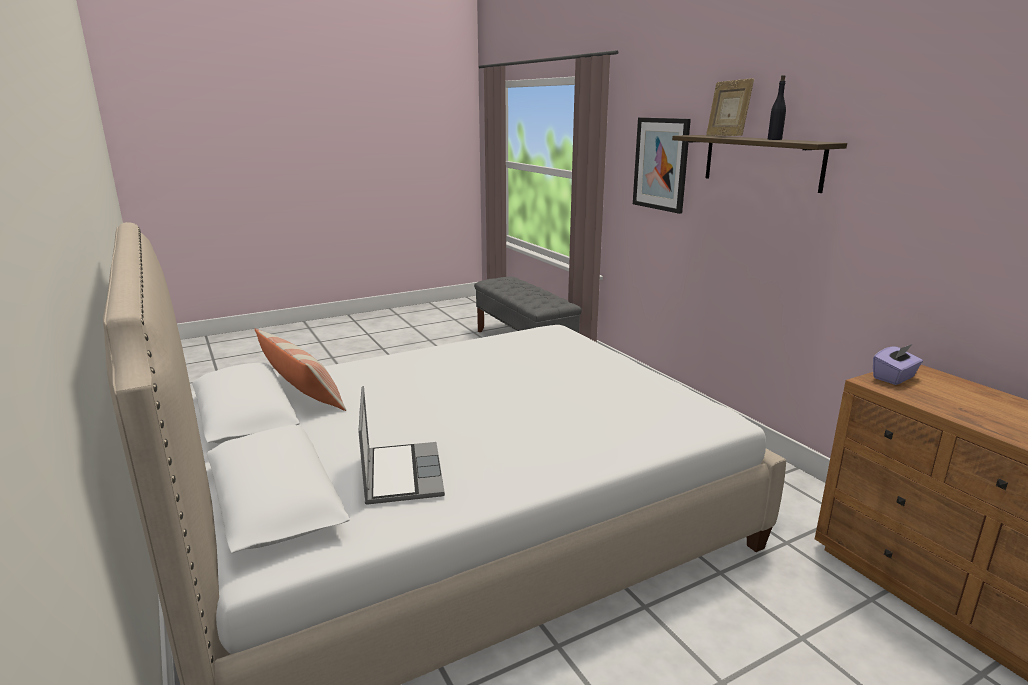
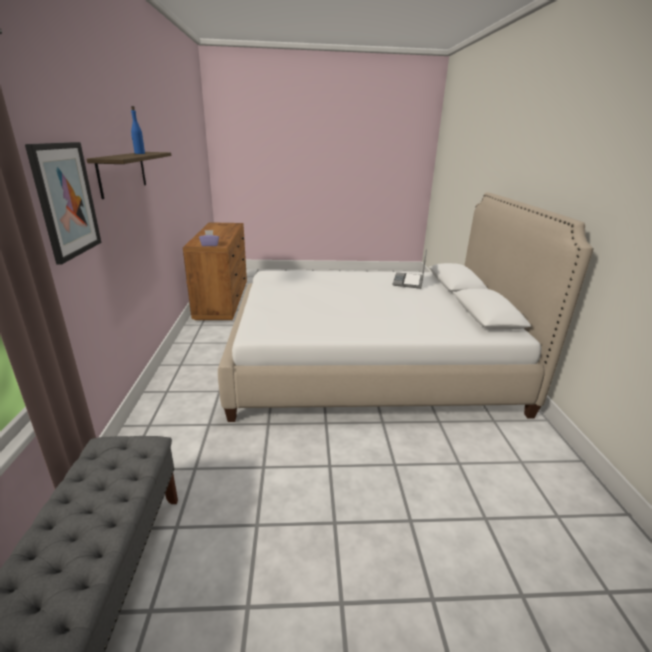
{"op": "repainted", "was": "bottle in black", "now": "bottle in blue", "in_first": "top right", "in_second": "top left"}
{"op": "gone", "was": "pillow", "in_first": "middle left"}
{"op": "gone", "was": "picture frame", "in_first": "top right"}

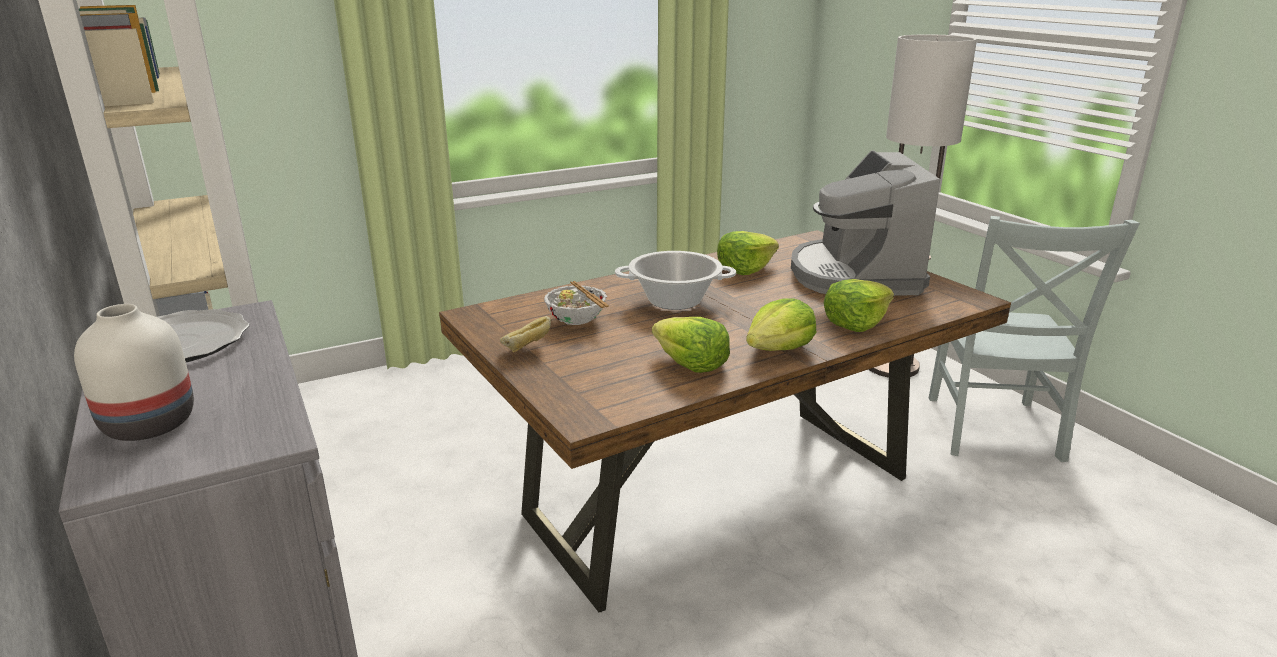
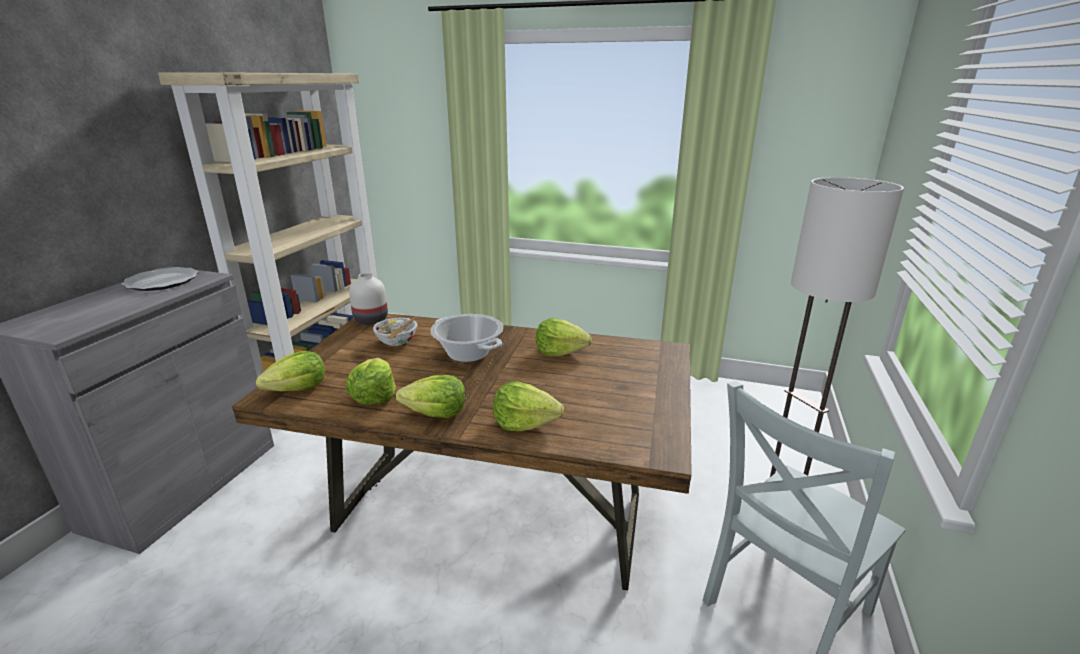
{"op": "new", "now": "lettuce (no. 1 from left)", "in_second": "middle left"}
{"op": "shifted", "was": "vase in white", "in_first": "middle left", "in_second": "centre"}
{"op": "gone", "was": "bread", "in_first": "centre"}
{"op": "gone", "was": "coffee machine", "in_first": "middle right"}

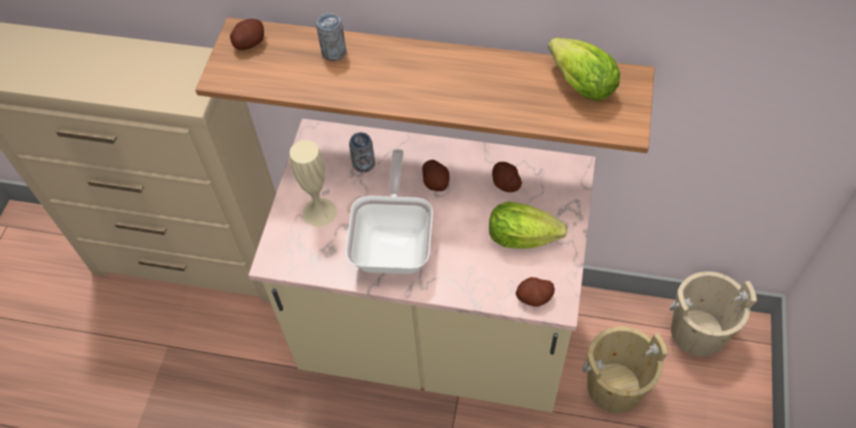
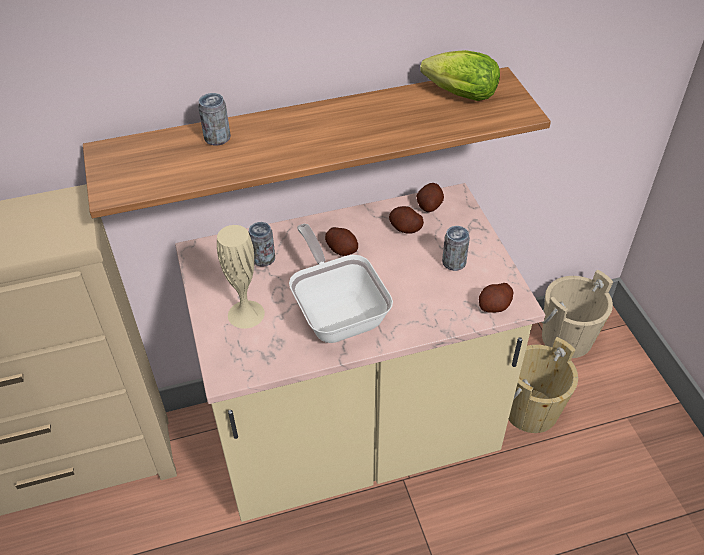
{"op": "shifted", "was": "potato (no. 1 from left in the first image)", "now": "potato (no. 3 from left)", "in_first": "top left", "in_second": "centre"}
{"op": "swapped", "was": "lettuce (no. 1 from left)", "now": "can (no. 3 from left)", "in_first": "centre", "in_second": "centre"}

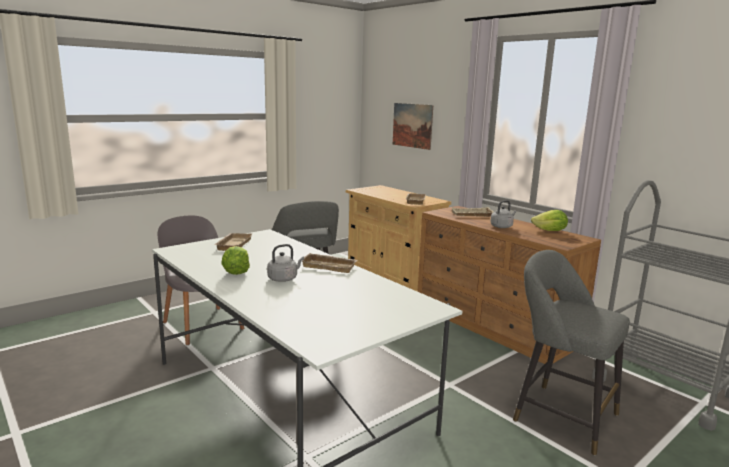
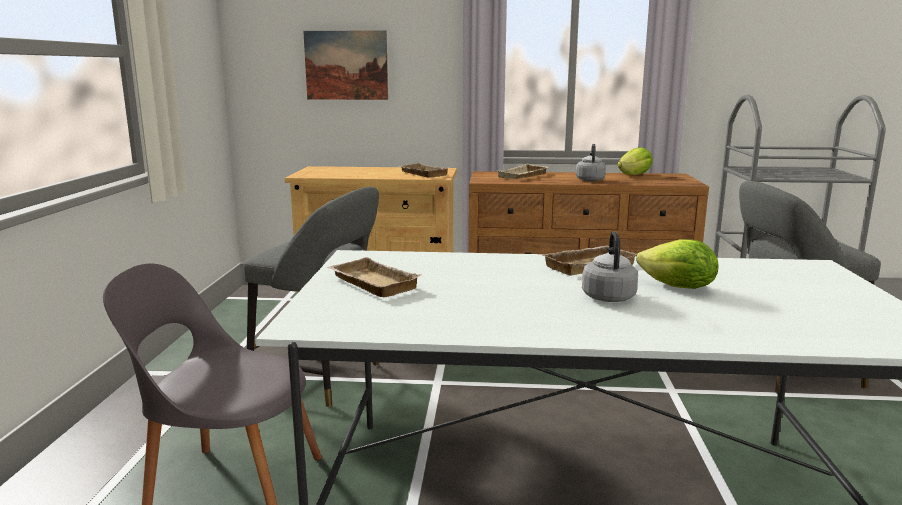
{"op": "shifted", "was": "lettuce (no. 1 from left in the first image)", "now": "lettuce (no. 2 from left)", "in_first": "middle left", "in_second": "middle right"}

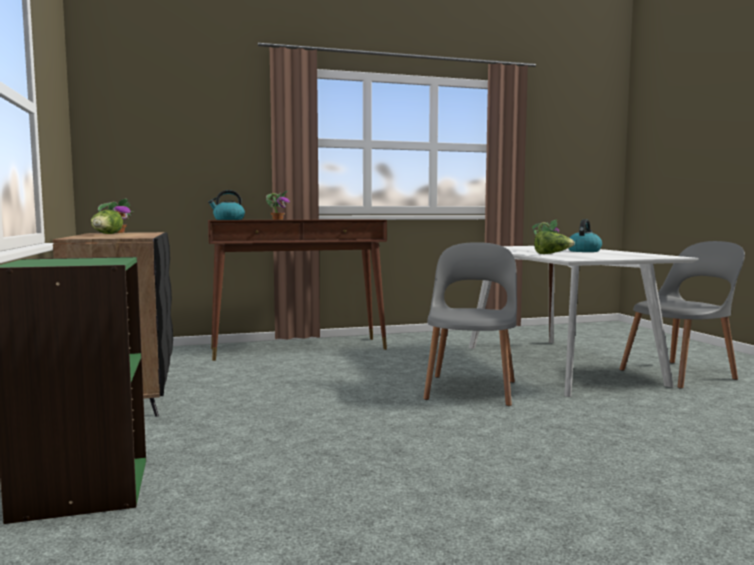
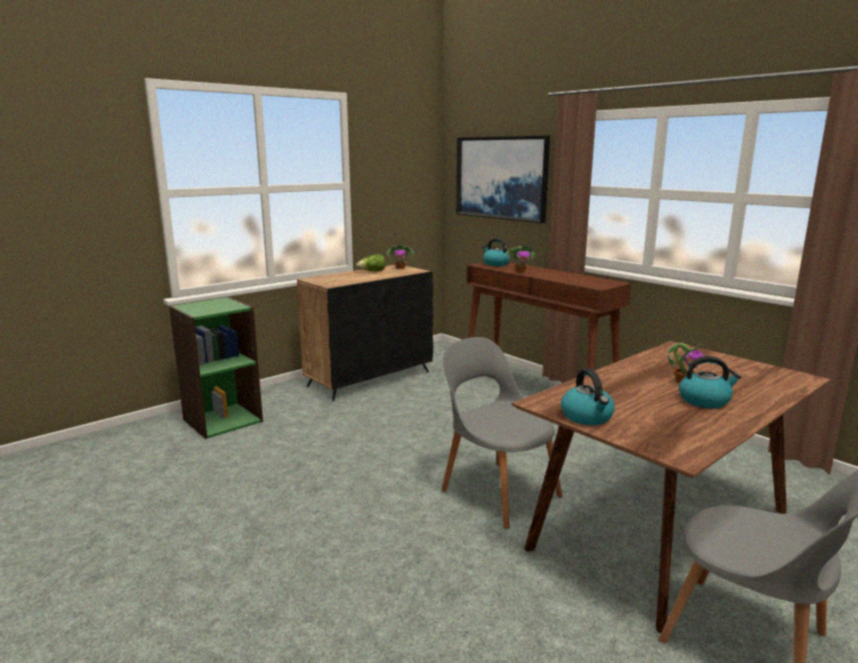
{"op": "rotated", "was": "chair in grey (no. 1 from left)", "in_first": "centre", "in_second": "centre", "clockwise": -120}
{"op": "new", "now": "picture", "in_second": "top centre"}
{"op": "repainted", "was": "dining table in white", "now": "dining table in brown", "in_first": "middle right", "in_second": "bottom right"}
{"op": "new", "now": "kettle (no. 2 from left)", "in_second": "middle right"}
{"op": "gone", "was": "lettuce (no. 2 from left)", "in_first": "middle right"}

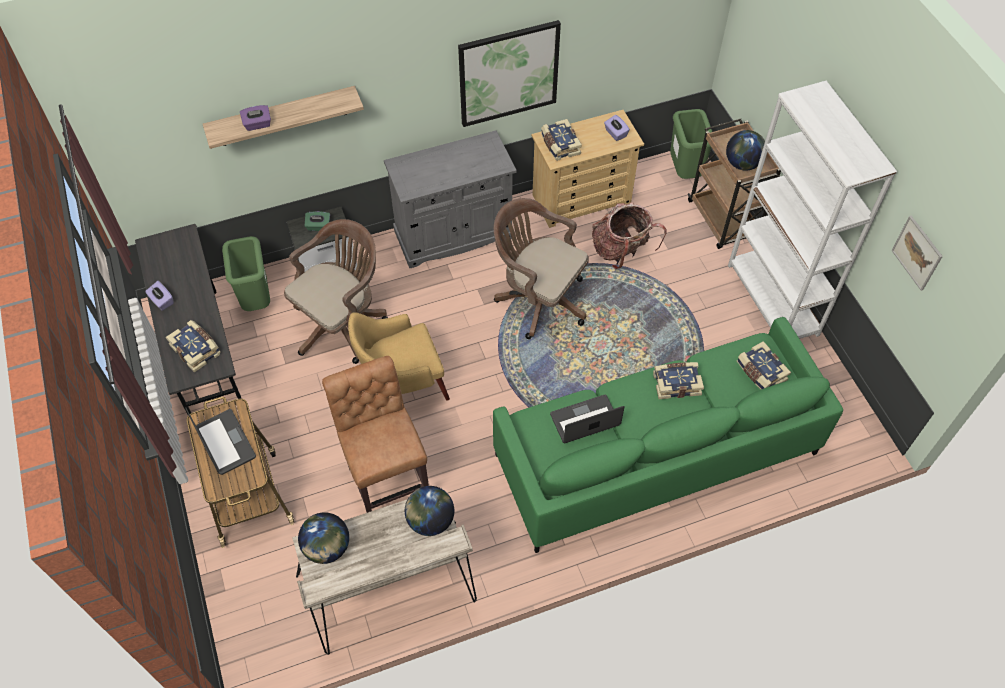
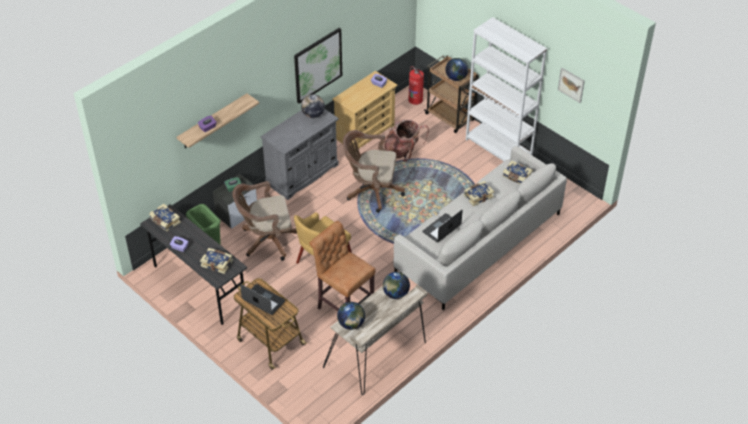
{"op": "shifted", "was": "book (no. 2 from left in the first image)", "now": "book (no. 1 from left)", "in_first": "top centre", "in_second": "middle left"}
{"op": "rotated", "was": "office chair in brown (no. 1 from left)", "in_first": "centre", "in_second": "centre", "clockwise": -120}
{"op": "new", "now": "globe (no. 1 from left)", "in_second": "top centre"}
{"op": "repainted", "was": "sofa in green", "now": "sofa in grey", "in_first": "centre", "in_second": "centre"}
{"op": "swapped", "was": "trash can in green (no. 2 from left)", "now": "fire extinguisher", "in_first": "top right", "in_second": "top centre"}

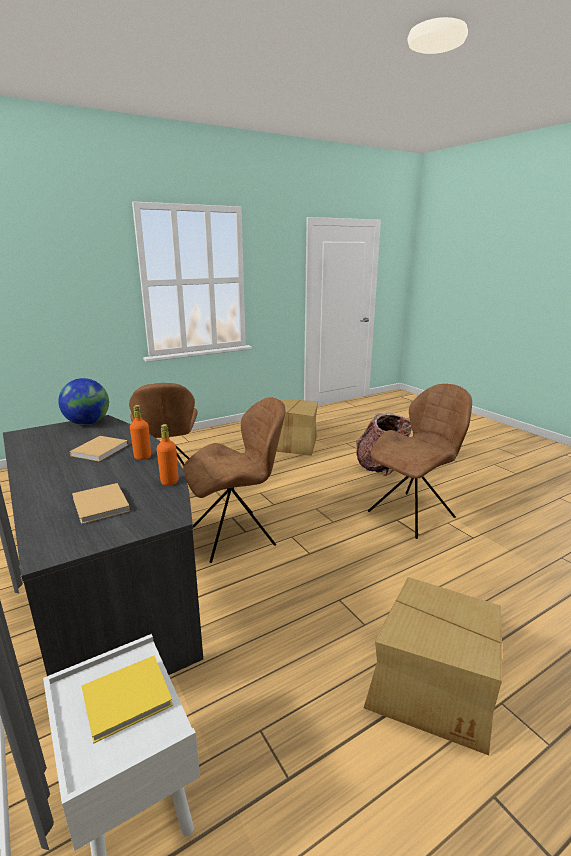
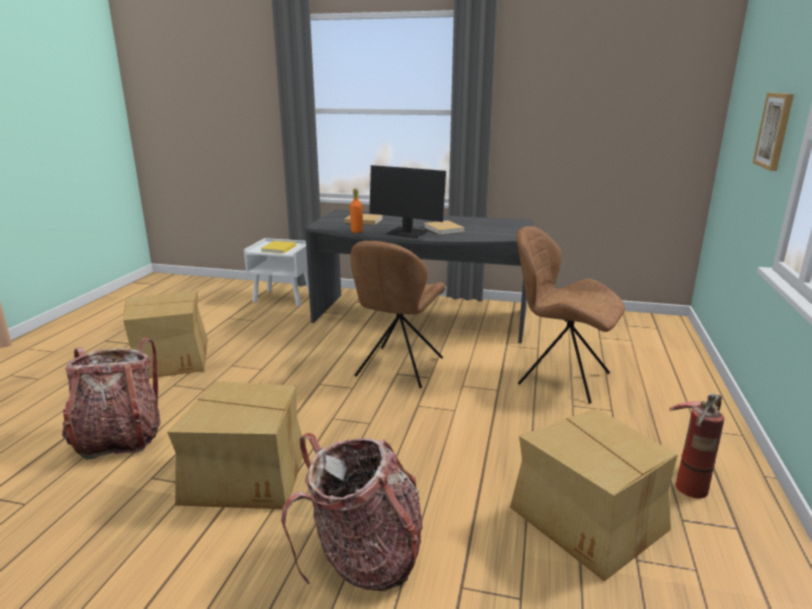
{"op": "new", "now": "backpack (no. 1 from left)", "in_second": "middle left"}
{"op": "swapped", "was": "chair in brown (no. 3 from left)", "now": "cardboard box (no. 2 from left)", "in_first": "middle right", "in_second": "bottom left"}
{"op": "swapped", "was": "bottle in orange (no. 1 from left)", "now": "monitor", "in_first": "middle left", "in_second": "top centre"}
{"op": "new", "now": "fire extinguisher", "in_second": "bottom right"}
{"op": "new", "now": "picture", "in_second": "top right"}
{"op": "gone", "was": "globe", "in_first": "middle left"}

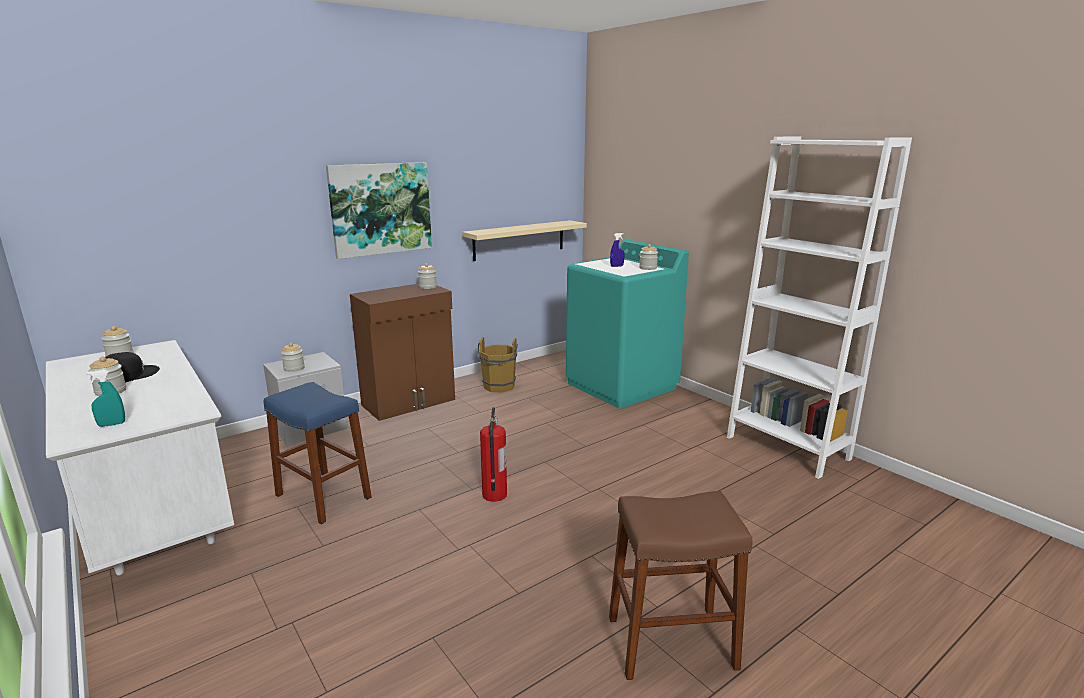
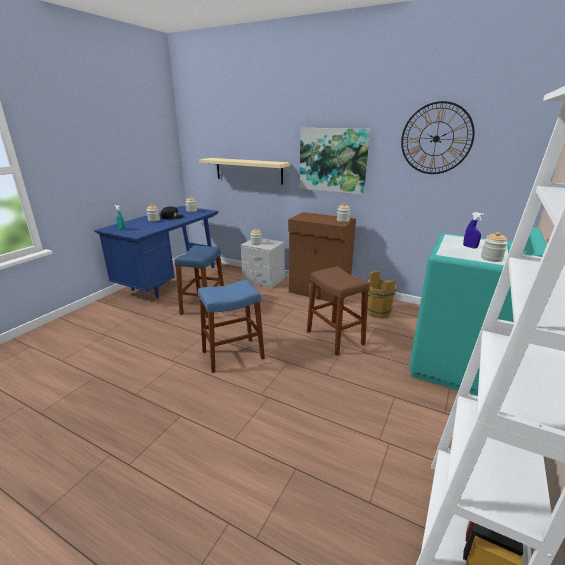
{"op": "repainted", "was": "desk in white", "now": "desk in blue", "in_first": "middle left", "in_second": "middle left"}
{"op": "swapped", "was": "fire extinguisher", "now": "stool in blue (no. 2 from left)", "in_first": "centre", "in_second": "centre"}
{"op": "shifted", "was": "shelf in beige", "in_first": "centre", "in_second": "top centre"}
{"op": "shifted", "was": "stool in brown", "in_first": "bottom centre", "in_second": "centre"}
{"op": "new", "now": "wall clock", "in_second": "top right"}

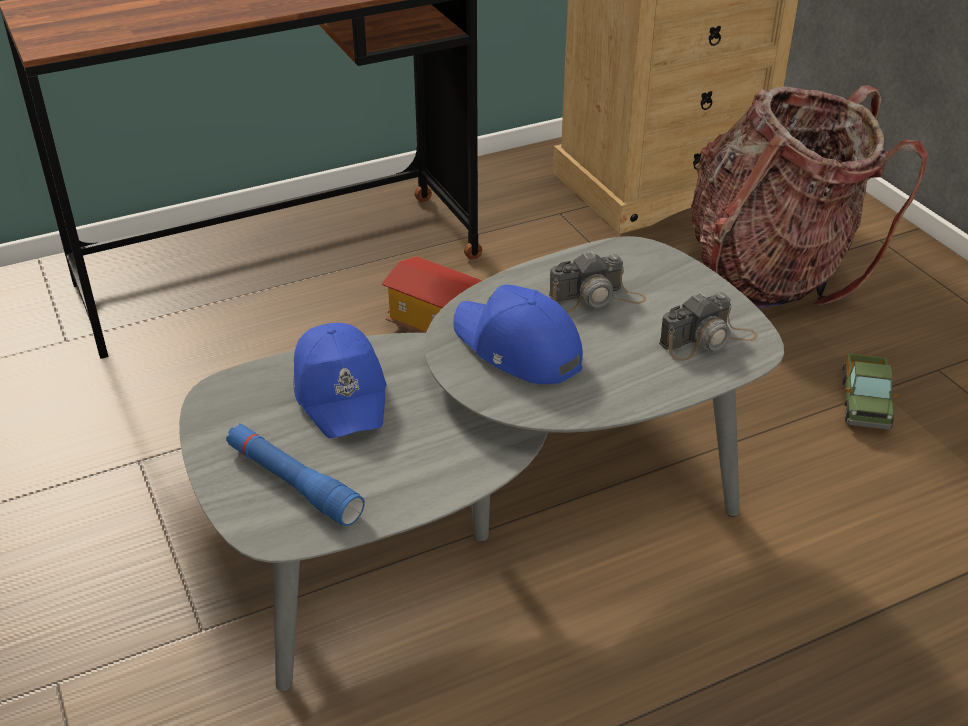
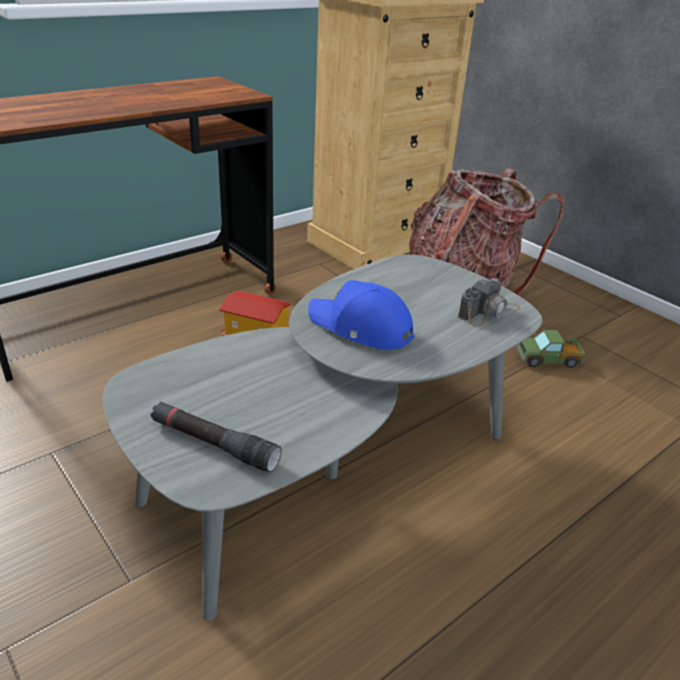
{"op": "repainted", "was": "flashlight in blue", "now": "flashlight in black", "in_first": "middle left", "in_second": "middle left"}
{"op": "rotated", "was": "toy truck", "in_first": "middle right", "in_second": "middle right", "clockwise": 90}
{"op": "gone", "was": "cap in blue (no. 1 from left)", "in_first": "centre"}
{"op": "gone", "was": "photo camera (no. 1 from left)", "in_first": "centre"}

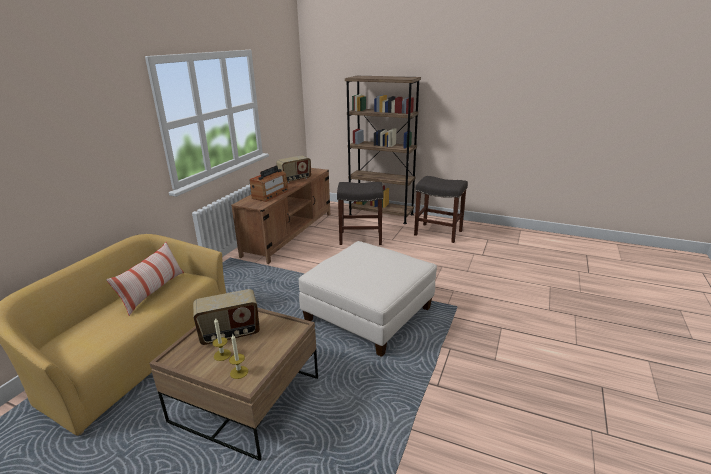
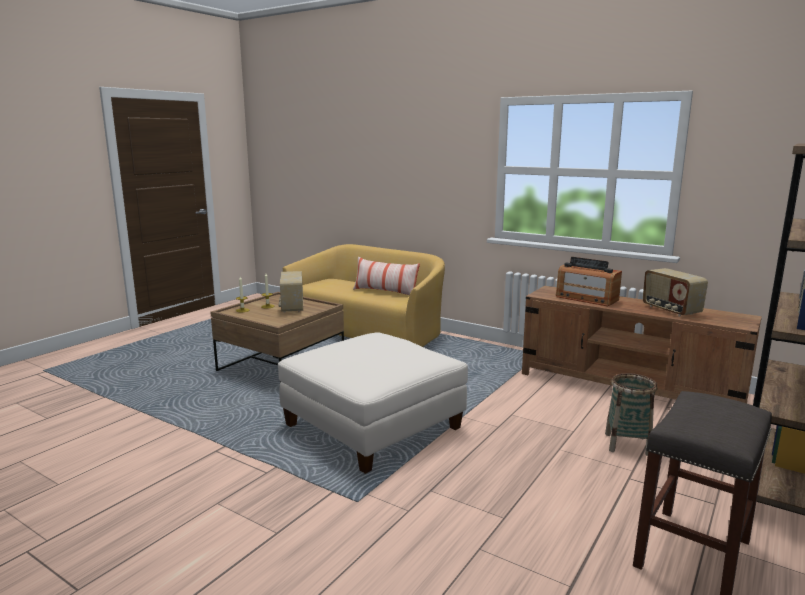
{"op": "swapped", "was": "stool in grey (no. 1 from left)", "now": "basket", "in_first": "centre", "in_second": "bottom right"}

